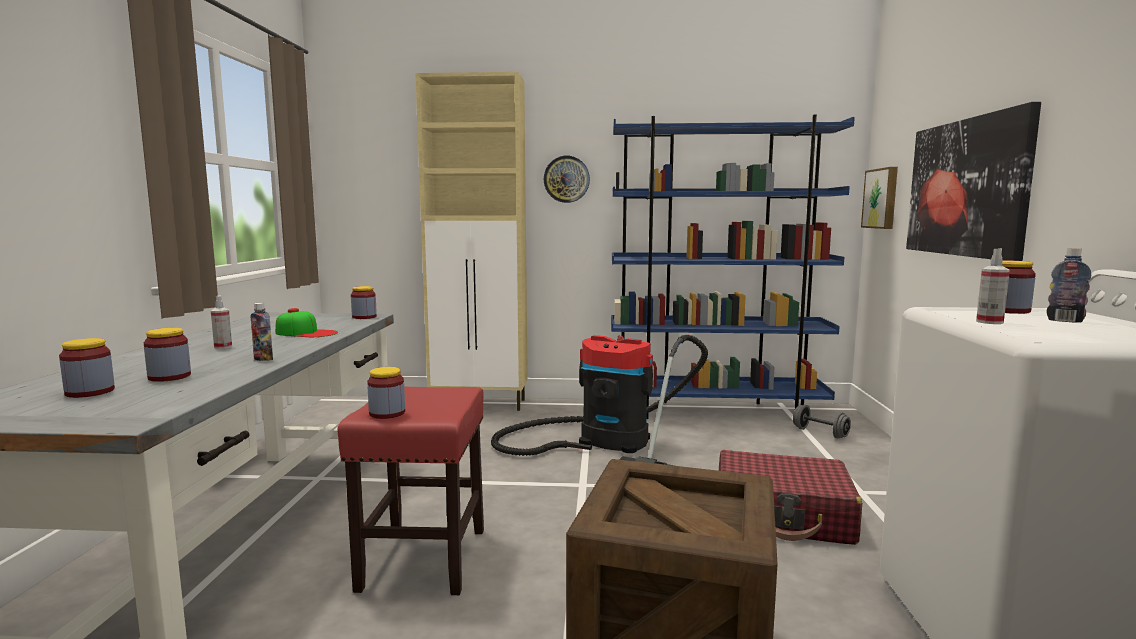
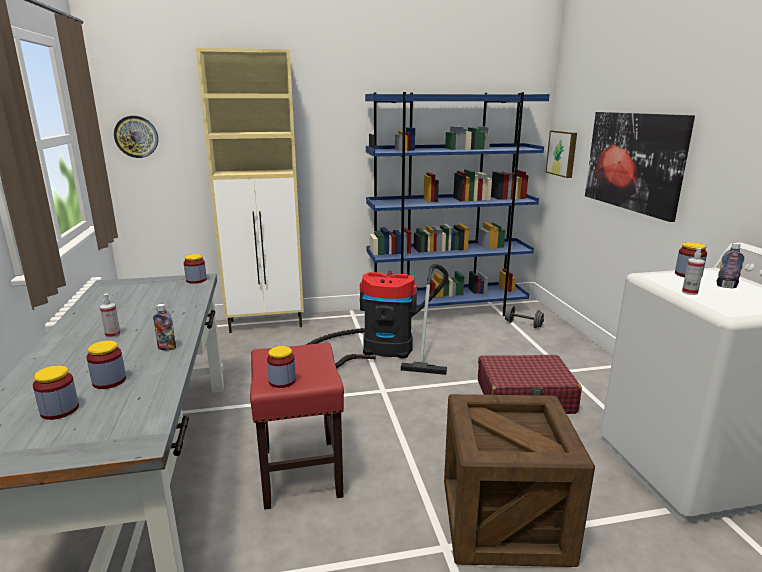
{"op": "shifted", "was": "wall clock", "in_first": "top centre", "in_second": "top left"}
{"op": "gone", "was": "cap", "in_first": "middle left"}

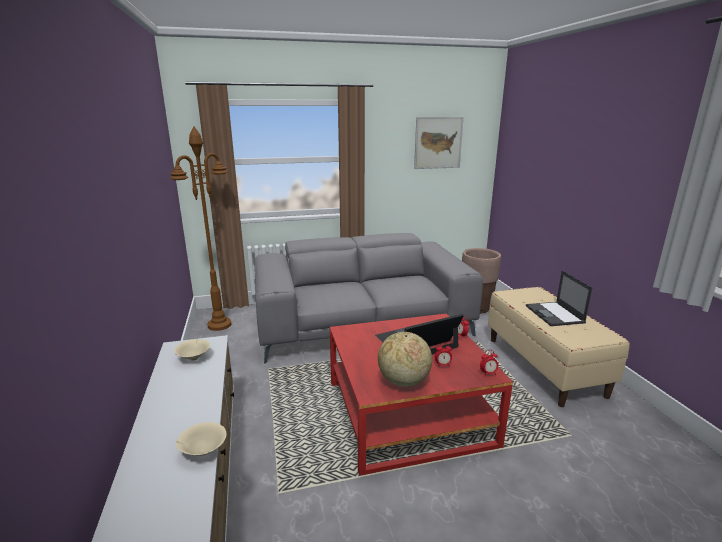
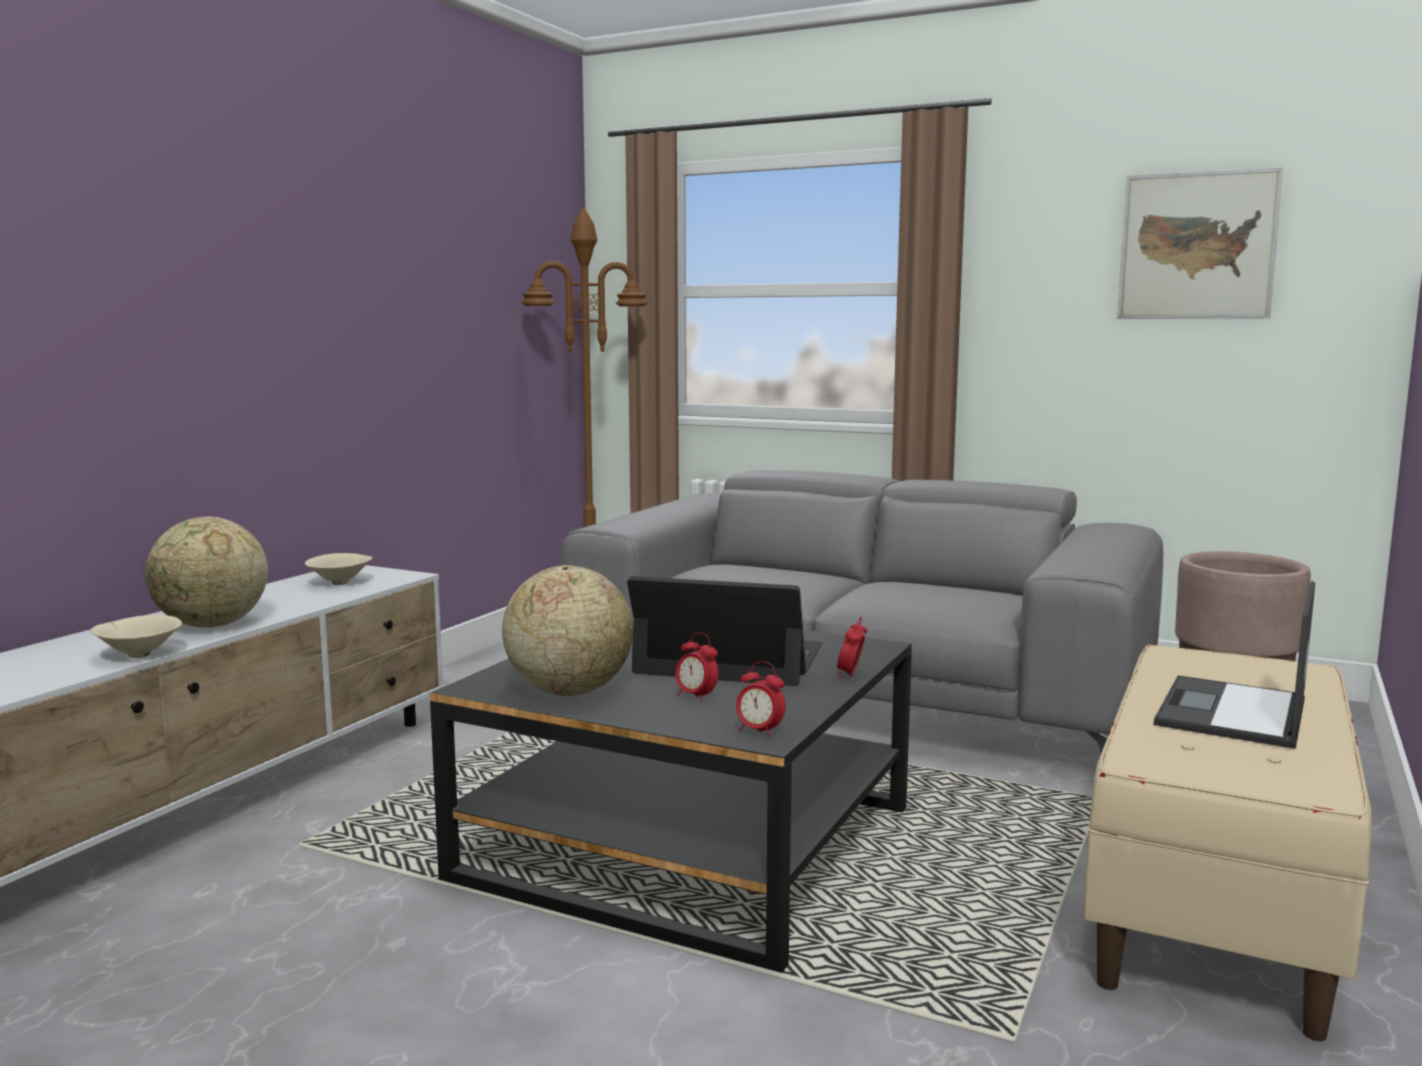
{"op": "new", "now": "globe (no. 1 from left)", "in_second": "middle left"}
{"op": "repainted", "was": "coffee table in red", "now": "coffee table in black", "in_first": "bottom centre", "in_second": "bottom centre"}

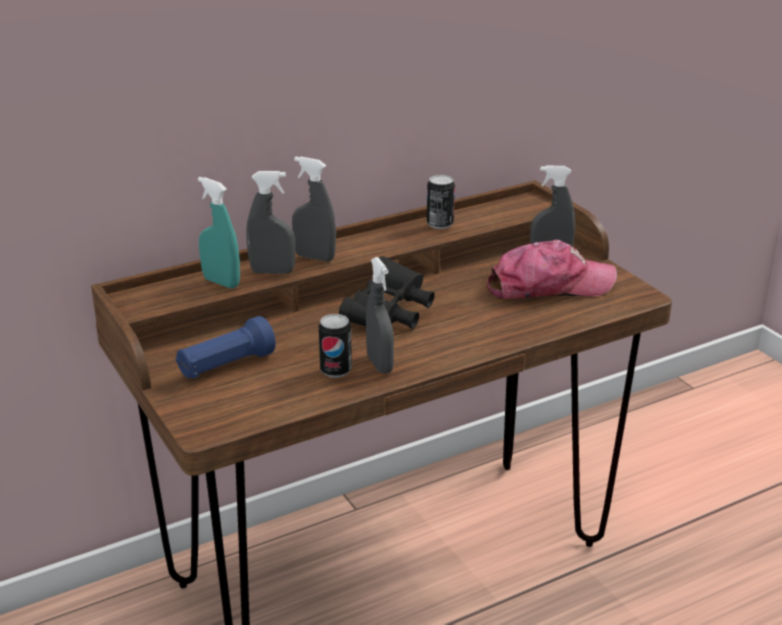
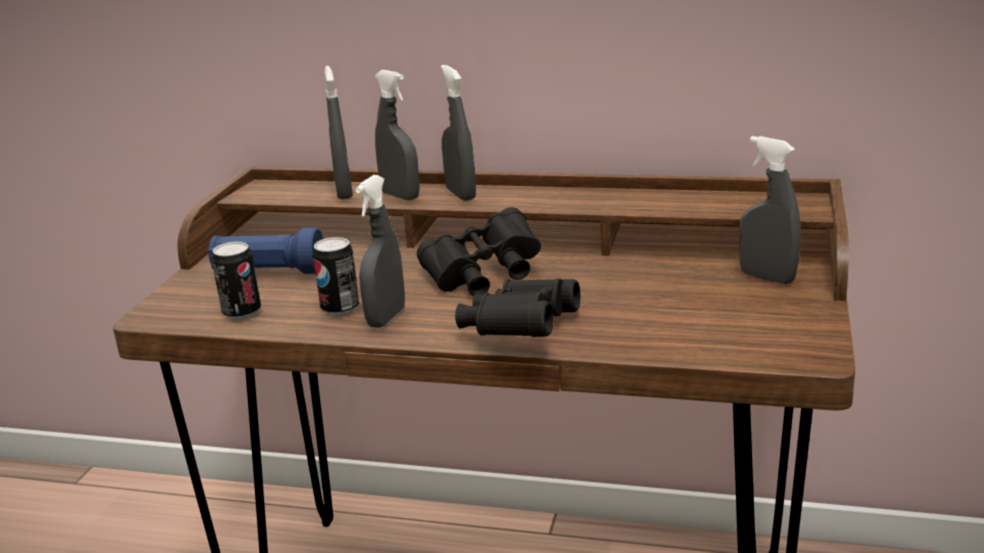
{"op": "shifted", "was": "can (no. 2 from left in the first image)", "now": "can (no. 1 from left)", "in_first": "top centre", "in_second": "middle left"}
{"op": "repainted", "was": "spray bottle in turquoise", "now": "spray bottle in grey (no. 1 from left)", "in_first": "middle left", "in_second": "top centre"}
{"op": "new", "now": "binoculars in black (no. 2 from left)", "in_second": "centre"}
{"op": "gone", "was": "cap", "in_first": "middle right"}

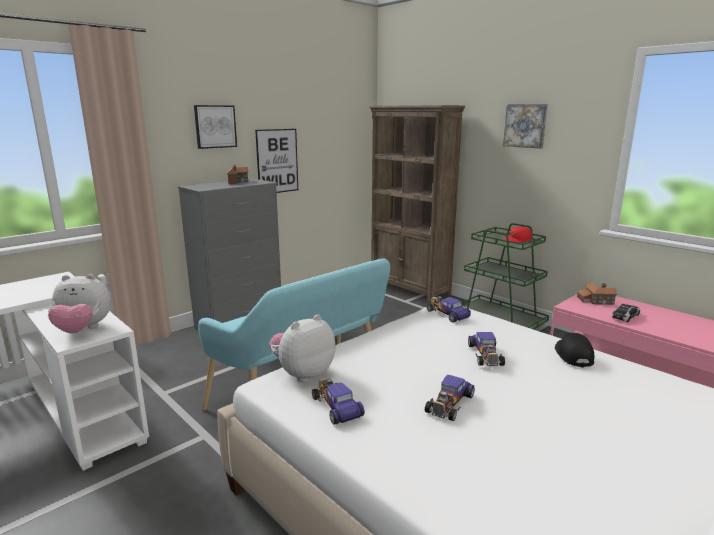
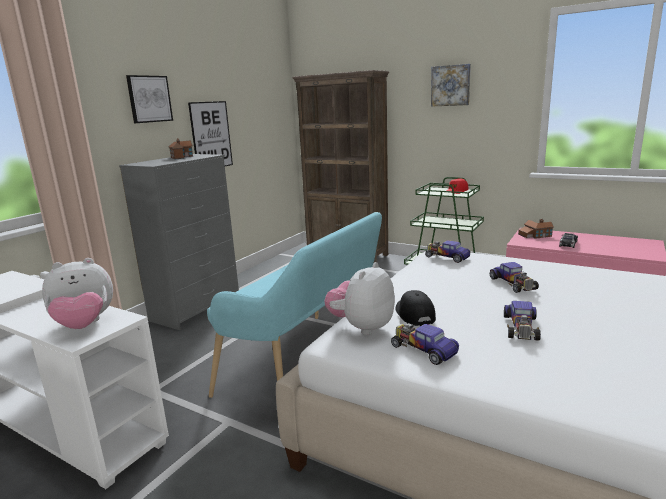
{"op": "shifted", "was": "cap in black", "in_first": "middle right", "in_second": "centre"}

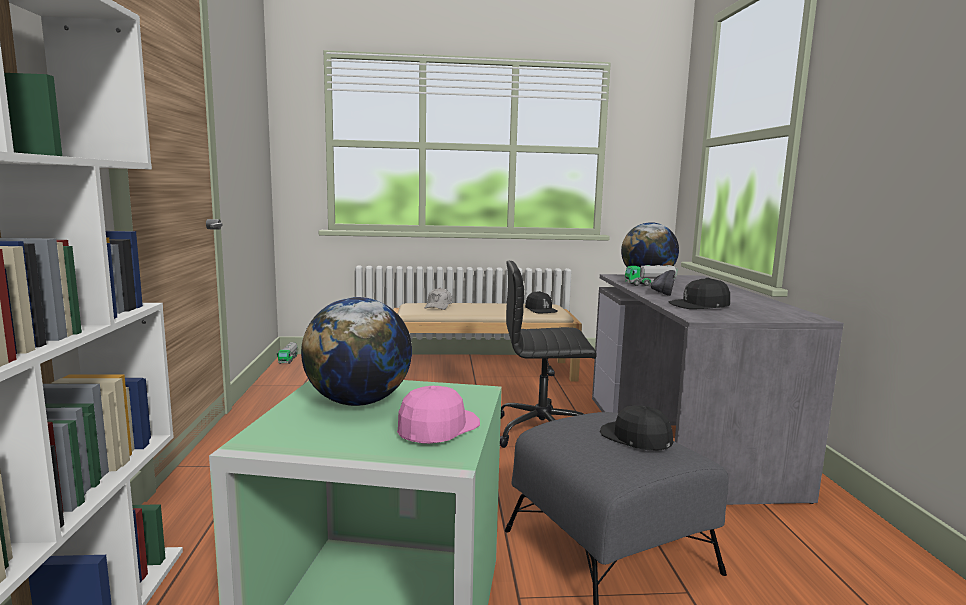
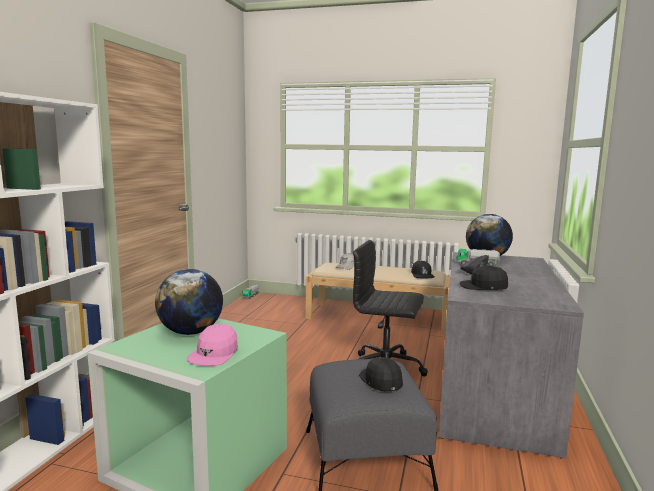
{"op": "rotated", "was": "cap in pink", "in_first": "bottom centre", "in_second": "bottom left", "clockwise": 150}

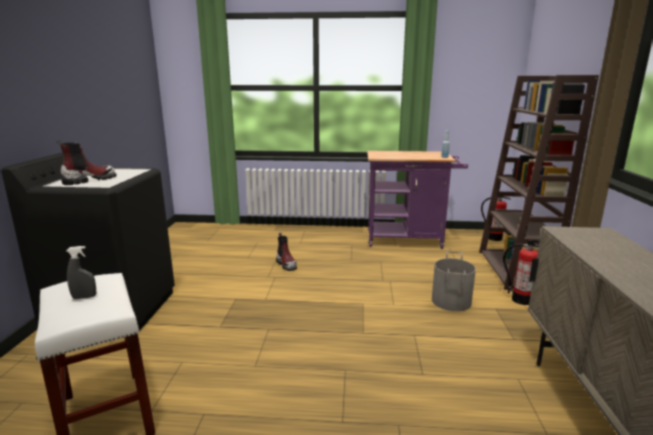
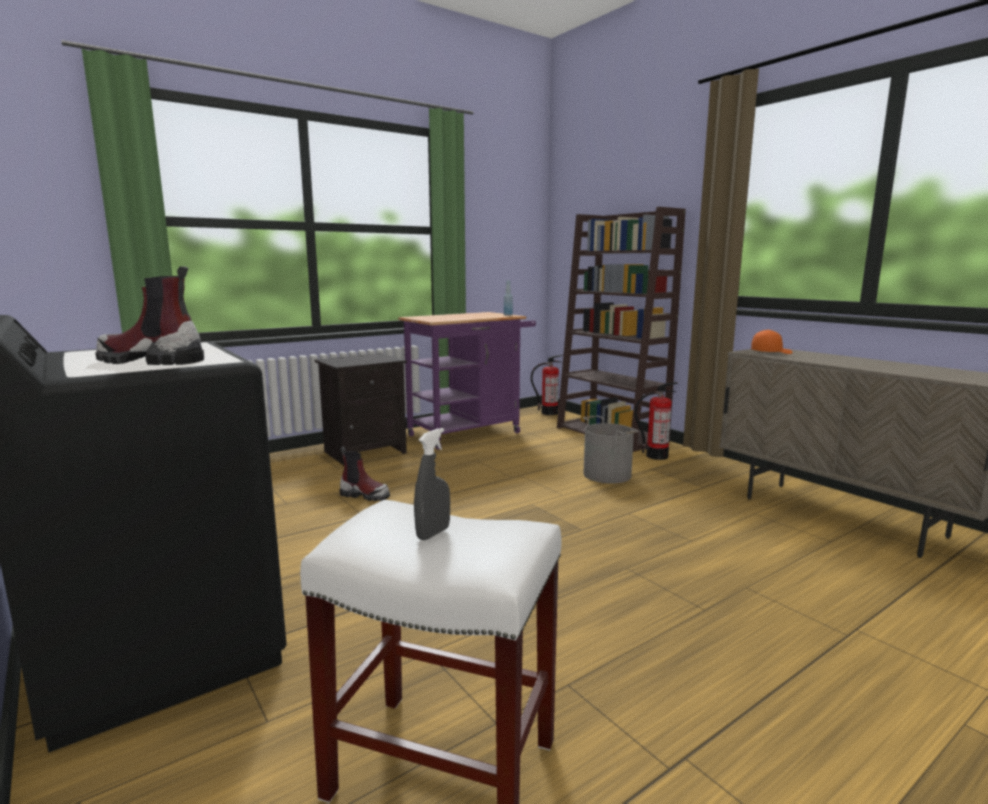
{"op": "rotated", "was": "boot (no. 1 from left)", "in_first": "middle left", "in_second": "middle left", "clockwise": -90}
{"op": "new", "now": "nightstand in black", "in_second": "centre"}
{"op": "new", "now": "cap in orange", "in_second": "middle right"}

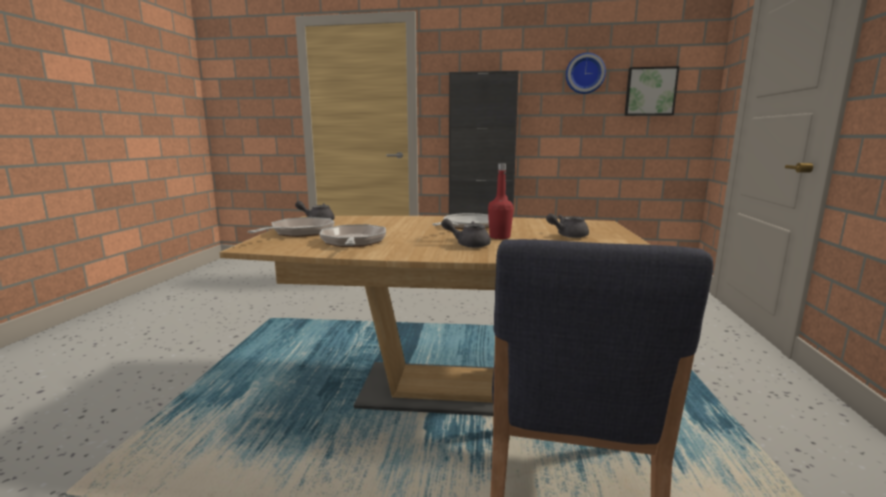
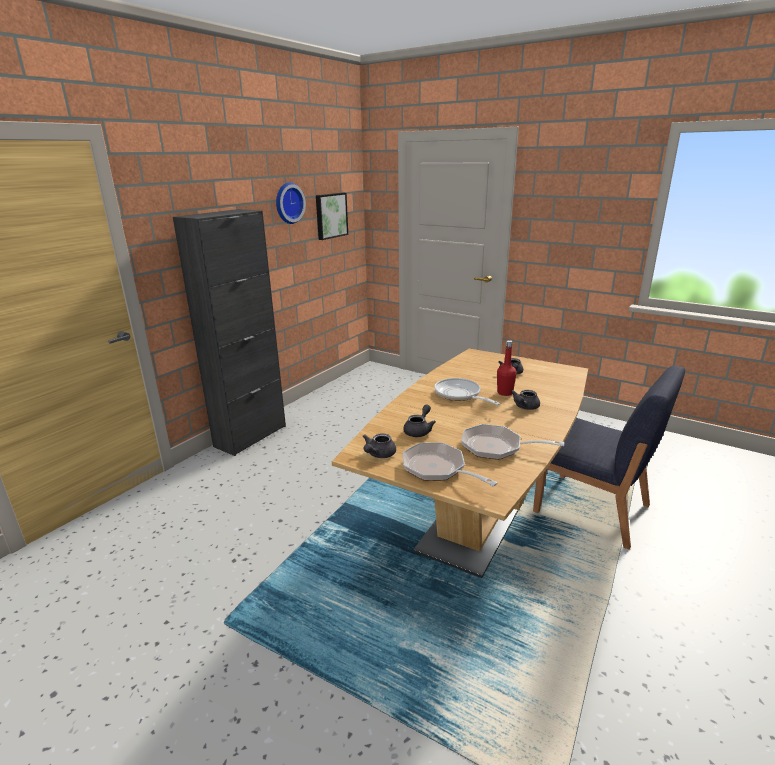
{"op": "new", "now": "teapot in grey (no. 2 from left)", "in_second": "centre"}

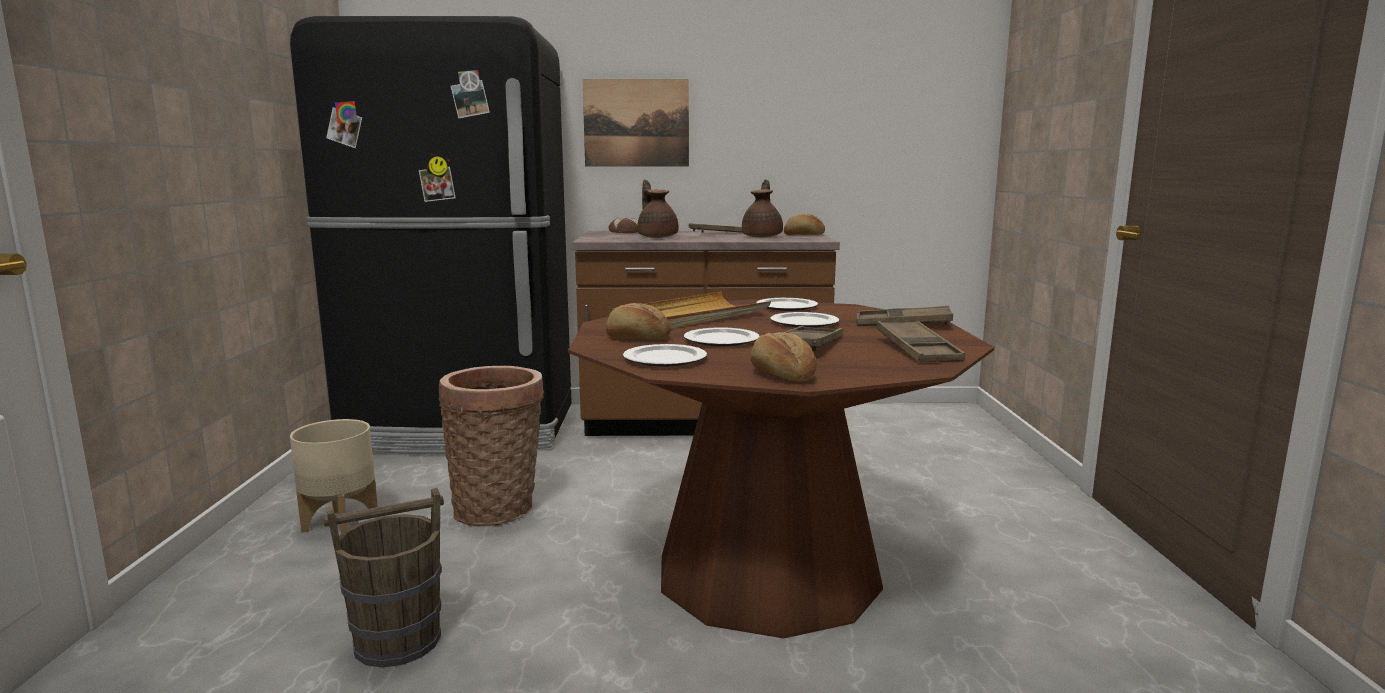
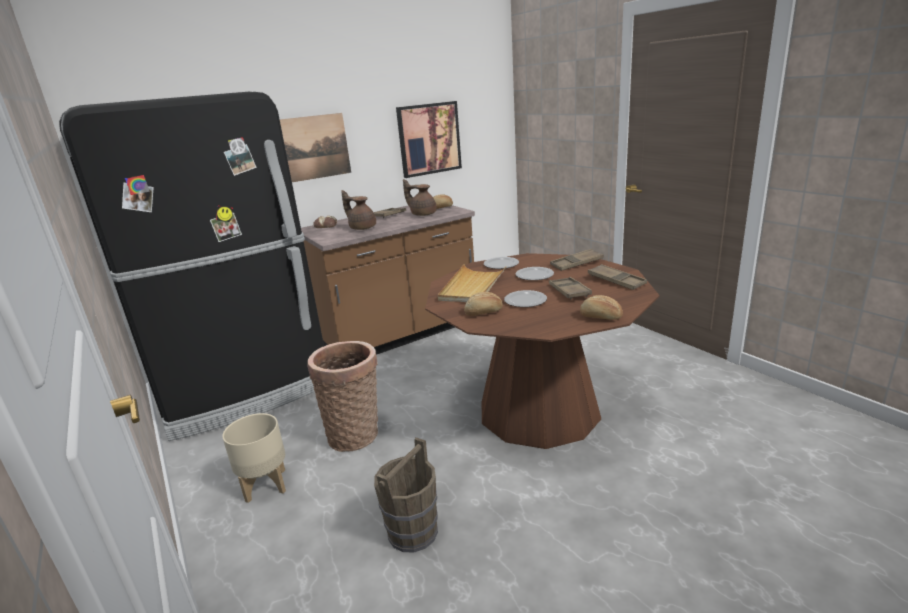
{"op": "new", "now": "picture (no. 2 from left)", "in_second": "top centre"}
{"op": "rotated", "was": "teapot in brown (no. 2 from left)", "in_first": "top centre", "in_second": "top centre", "clockwise": -45}
{"op": "gone", "was": "plate (no. 1 from left)", "in_first": "centre"}

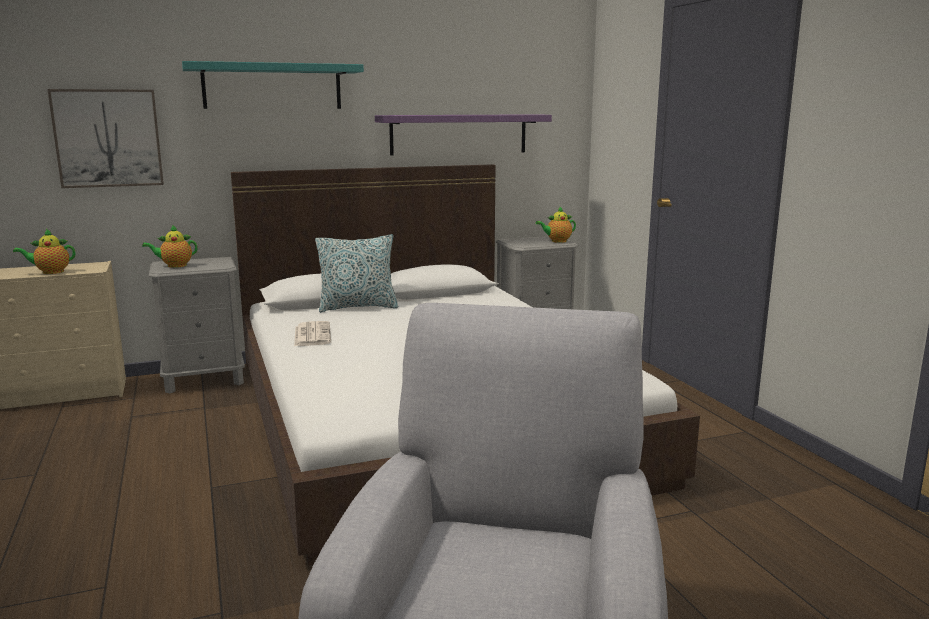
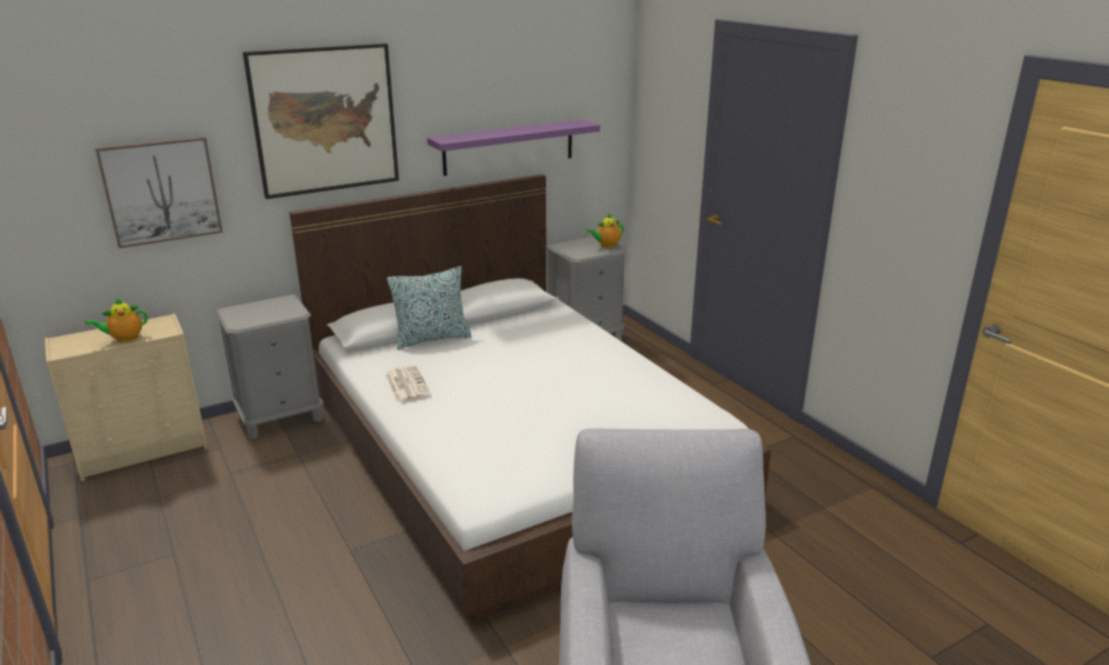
{"op": "swapped", "was": "shelf in turquoise", "now": "picture (no. 2 from left)", "in_first": "top left", "in_second": "top left"}
{"op": "gone", "was": "teapot (no. 2 from left)", "in_first": "middle left"}

